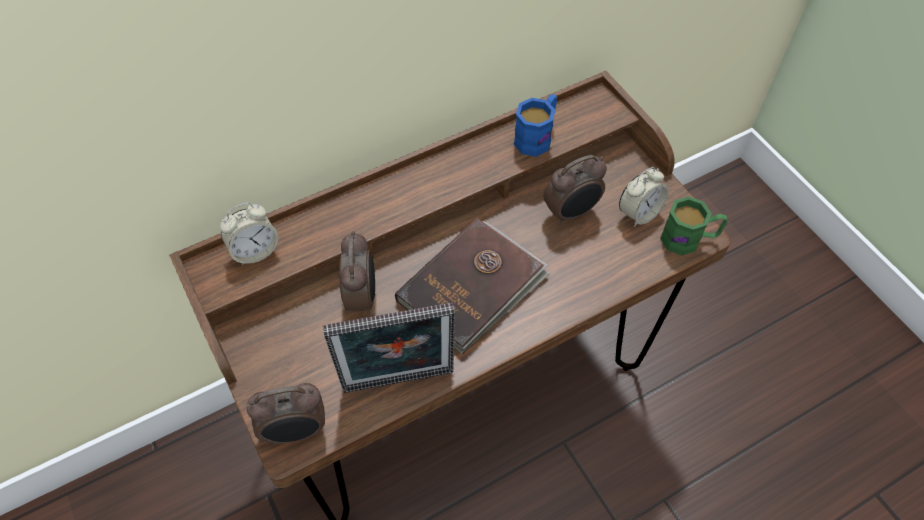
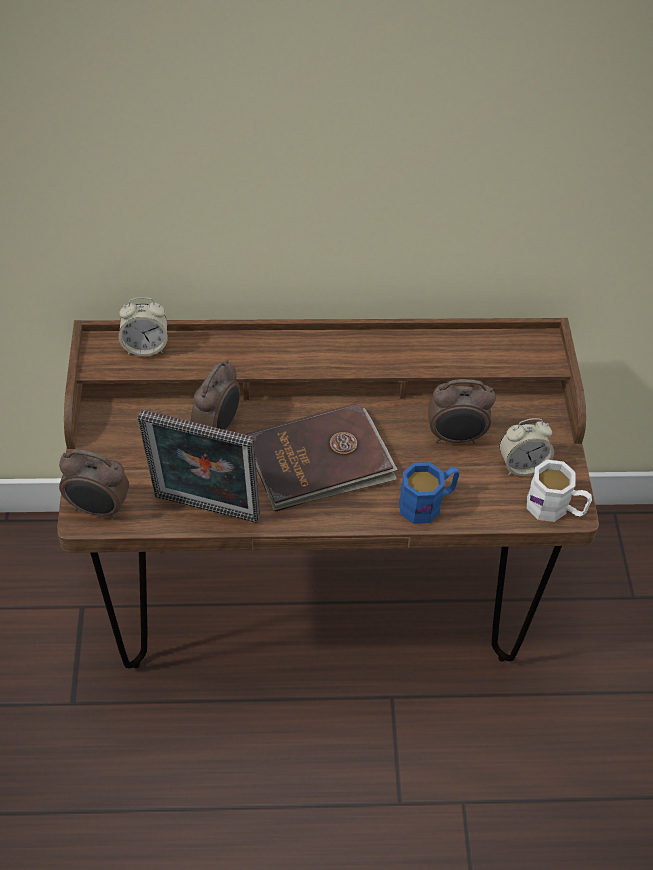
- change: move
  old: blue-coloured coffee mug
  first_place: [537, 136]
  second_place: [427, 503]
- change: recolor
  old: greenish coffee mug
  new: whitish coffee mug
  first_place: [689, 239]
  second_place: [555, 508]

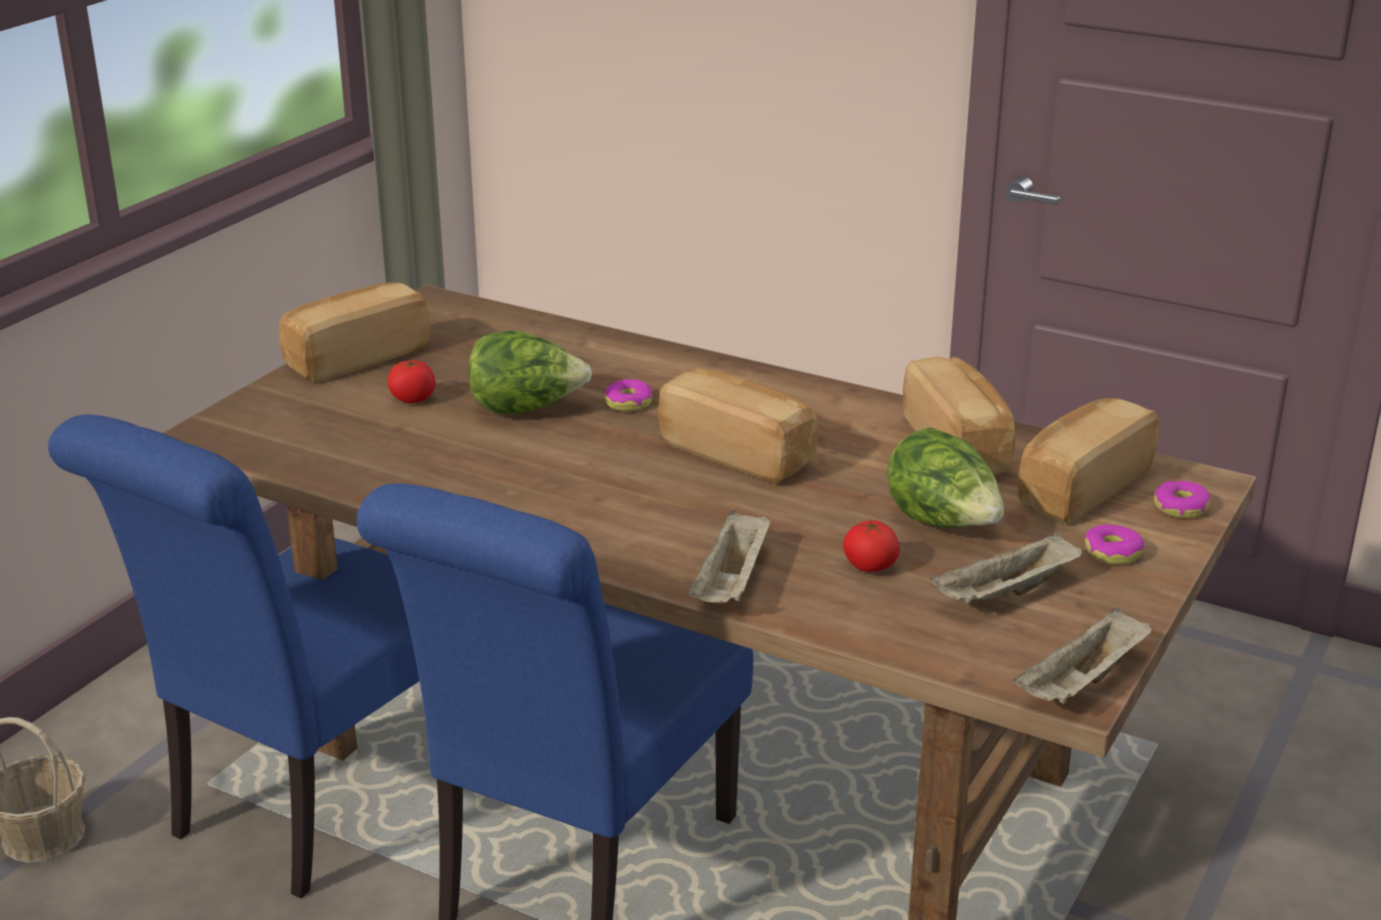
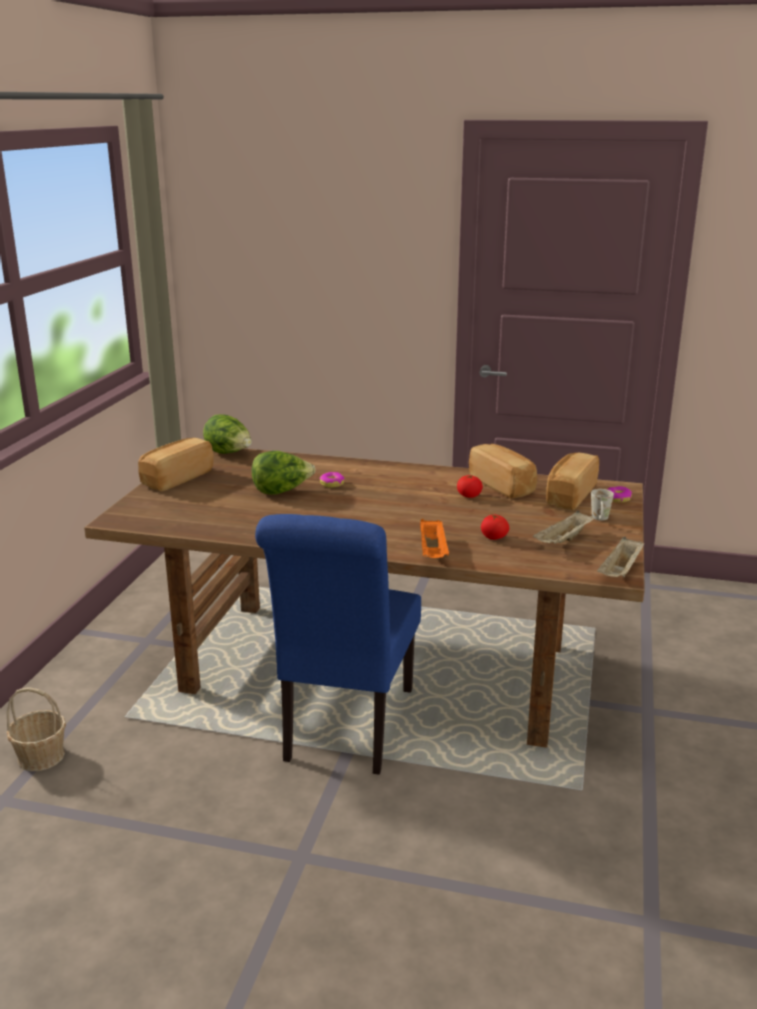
- change: delete
  old: blue-coloured chair
  first_place: [311, 804]
- change: delete
  old: baked bread
  first_place: [738, 453]
- change: move
  old: fresh tomato
  first_place: [412, 399]
  second_place: [469, 496]
- change: move
  old: lettuce
  first_place: [943, 524]
  second_place: [229, 453]
- change: replace
  old: doughnut
  new: whitish coffee mug
  first_place: [1113, 553]
  second_place: [600, 519]
- change: recolor
  old: beige-coloured serving tray
  new: orange-coloured serving tray
  first_place: [731, 583]
  second_place: [433, 552]

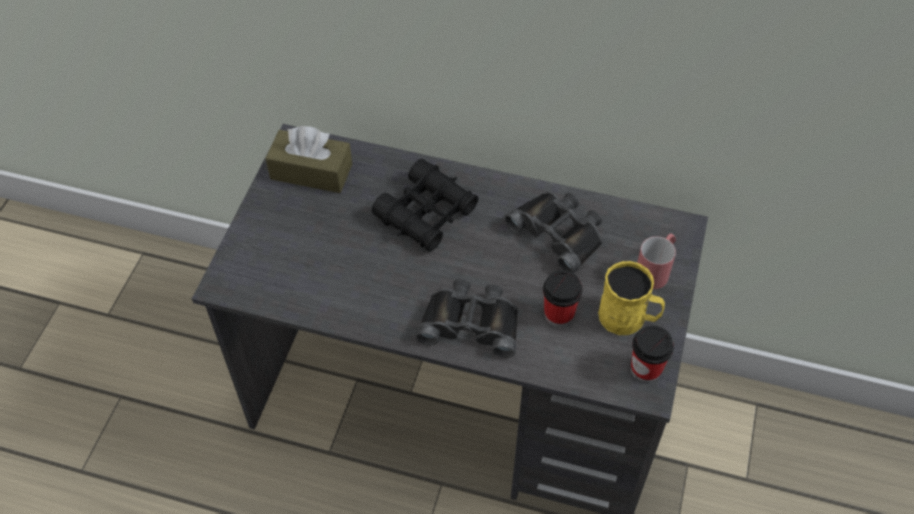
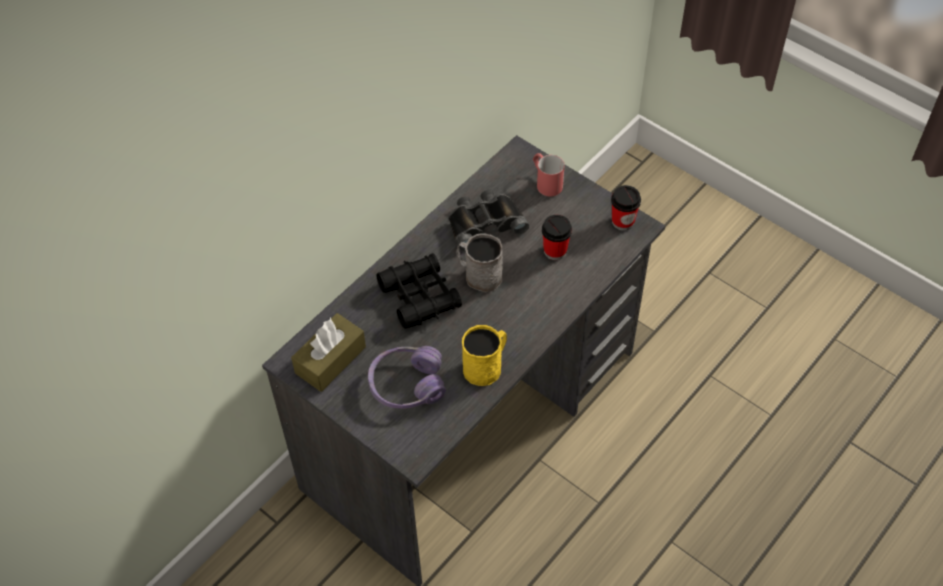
- change: delete
  old: black field glasses
  first_place: [471, 322]
- change: insert
  new: purple pair of headphones
  second_place: [407, 385]
- change: insert
  new: greyish coffee mug
  second_place: [479, 275]
- change: move
  old: yellow coffee mug
  first_place: [628, 318]
  second_place: [486, 366]

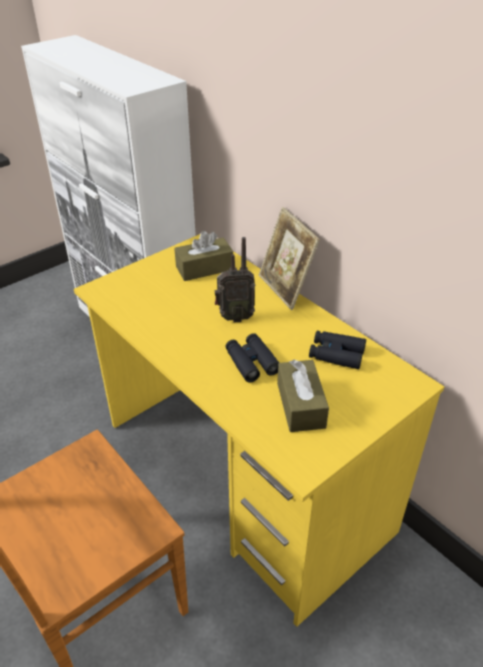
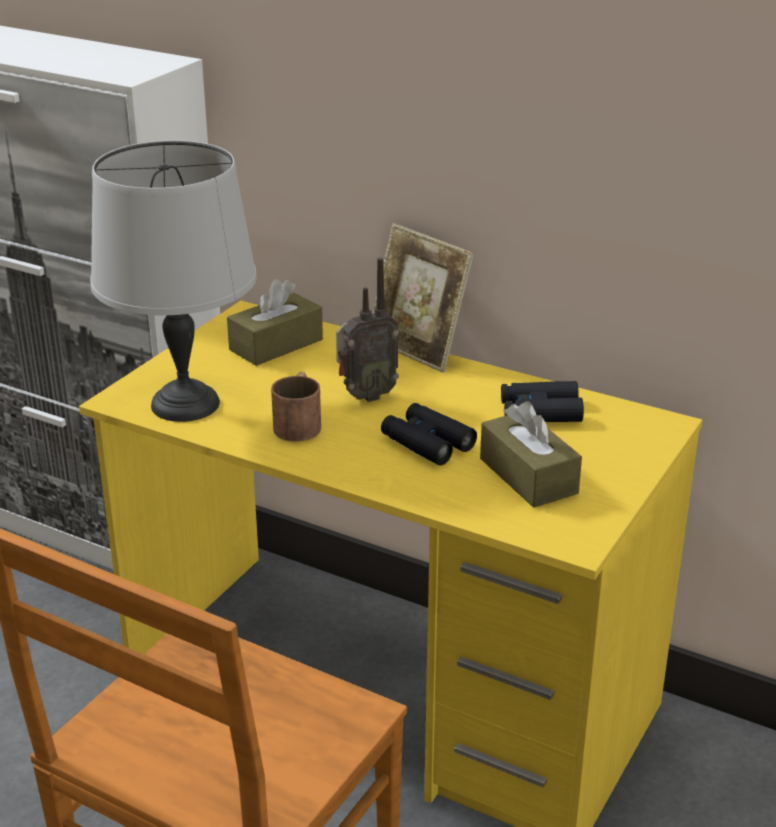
- change: insert
  new: greyish lamp for a table
  second_place: [185, 405]
- change: insert
  new: brown-coloured coffee mug
  second_place: [299, 422]

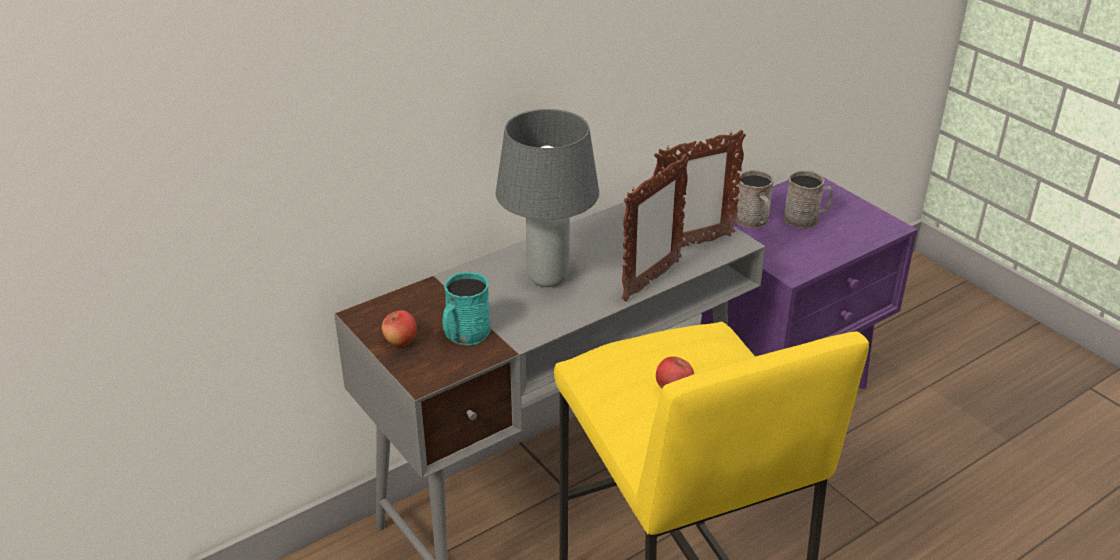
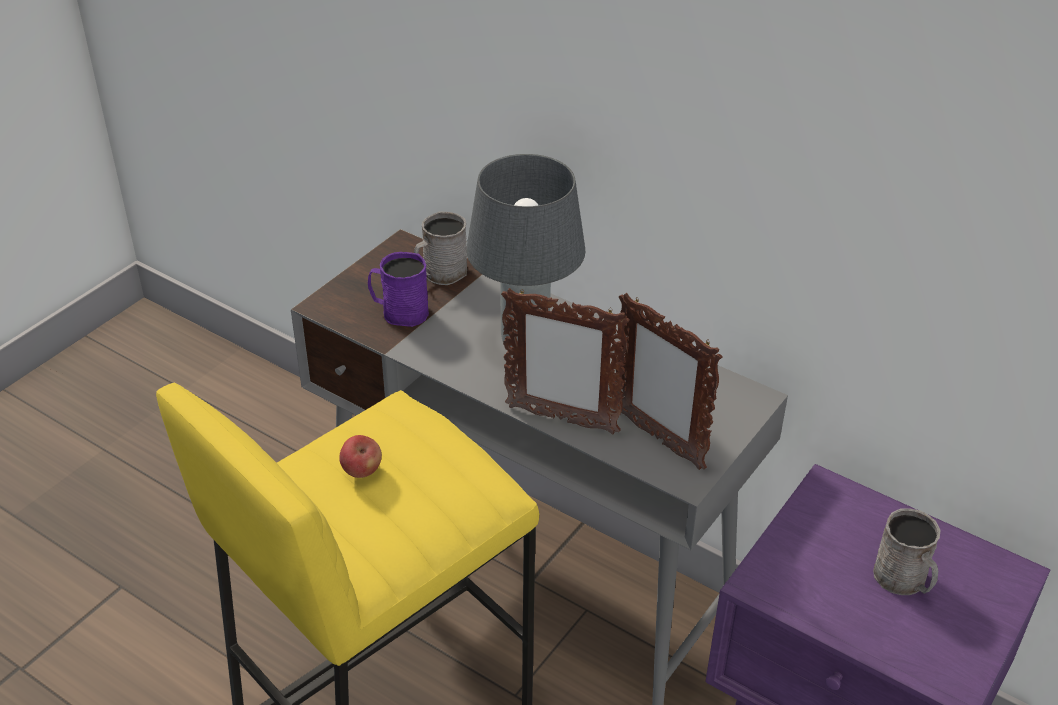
- change: delete
  old: whole apple
  first_place: [400, 341]
- change: move
  old: greyish coffee mug
  first_place: [754, 221]
  second_place: [440, 274]
- change: recolor
  old: turquoise coffee mug
  new: purple coffee mug
  first_place: [464, 335]
  second_place: [399, 312]

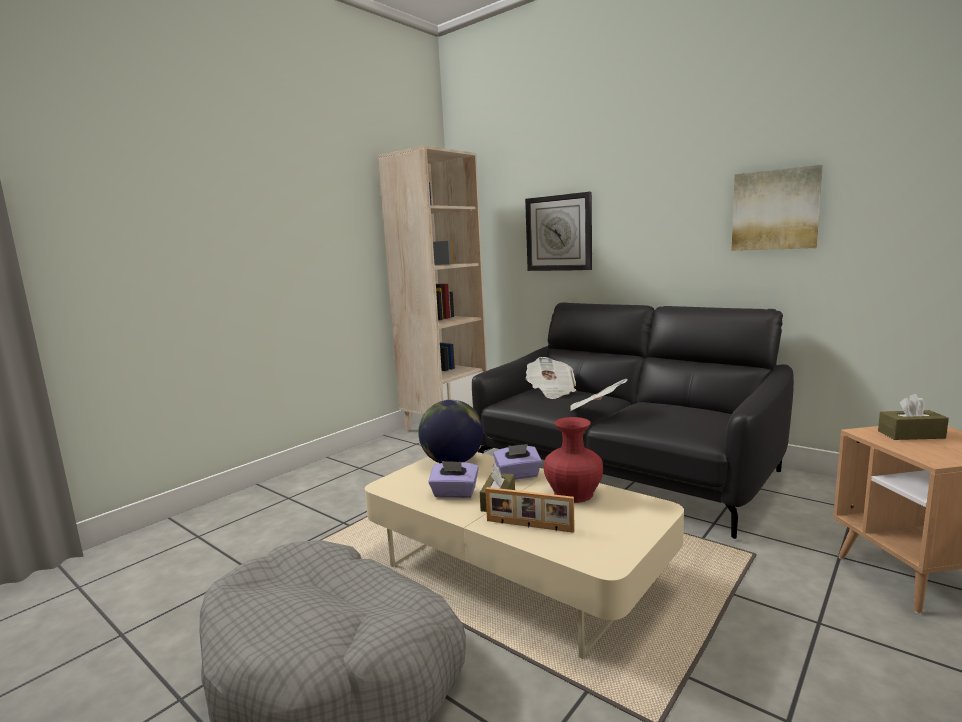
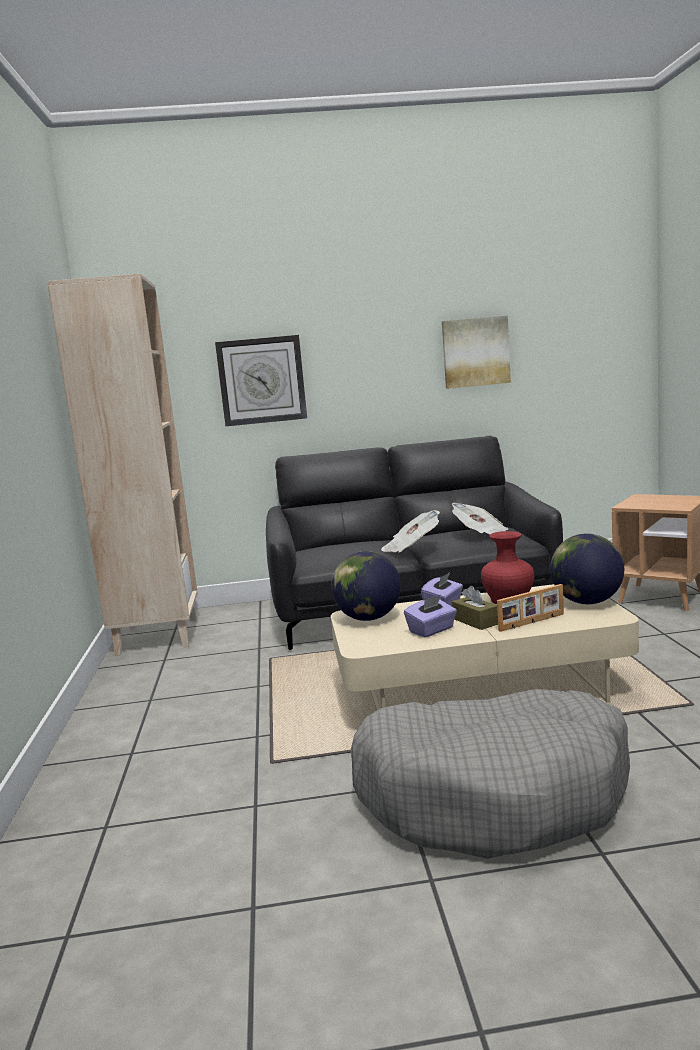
- change: delete
  old: brown-coloured box of tissues
  first_place: [911, 435]
- change: insert
  new: world globe
  second_place: [587, 602]
- change: move
  old: printed paper
  first_place: [551, 391]
  second_place: [481, 536]

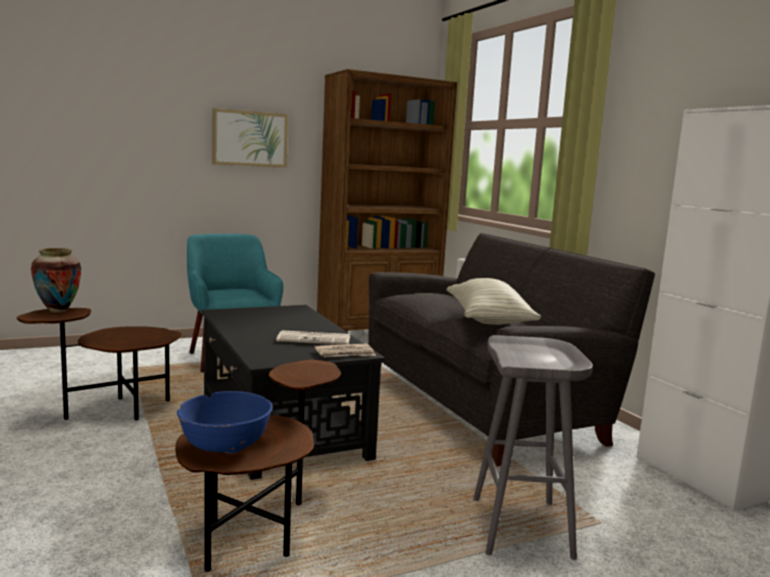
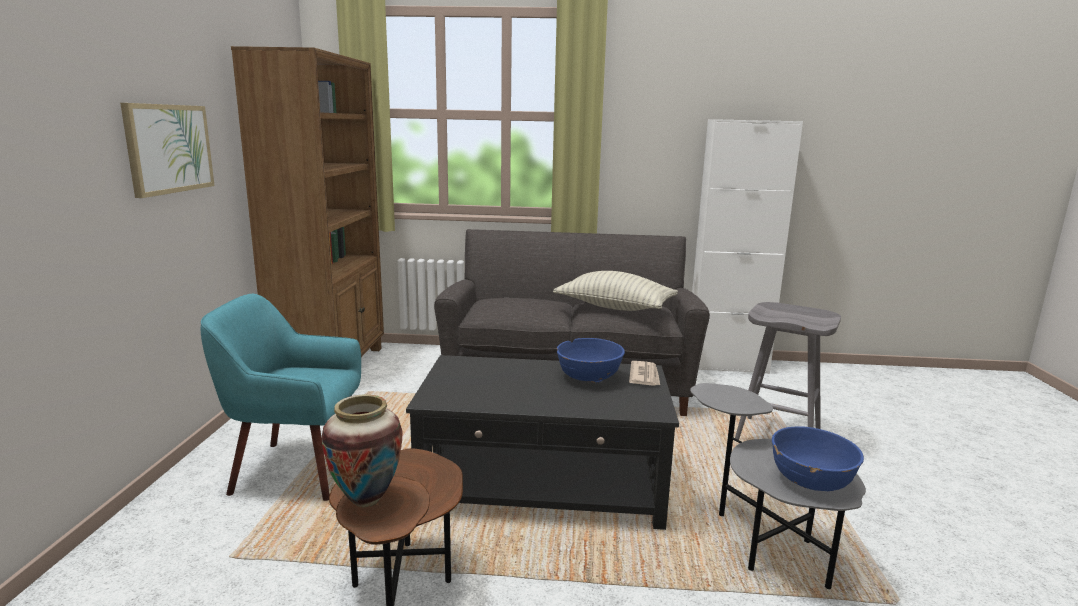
- change: replace
  old: printed paper
  new: blue-coloured bowl
  first_place: [315, 339]
  second_place: [588, 377]
- change: recolor
  old: brown-coloured side table
  new: greyish side table
  first_place: [261, 531]
  second_place: [763, 545]

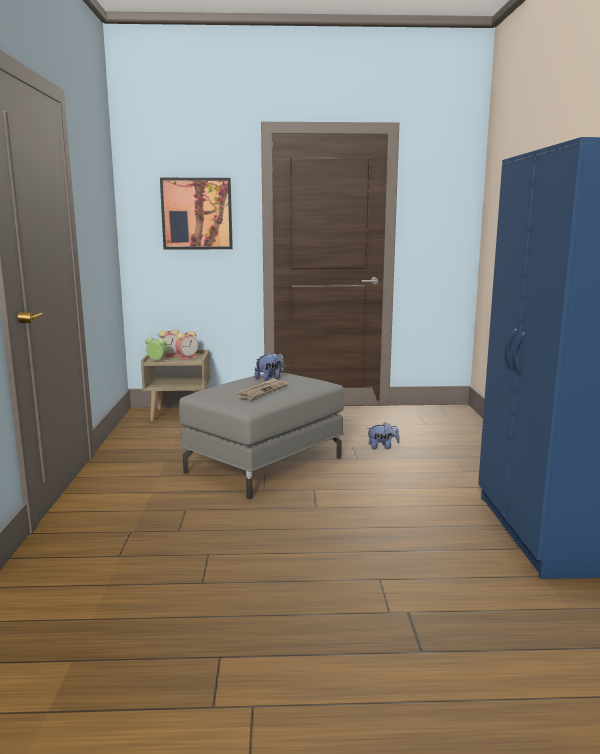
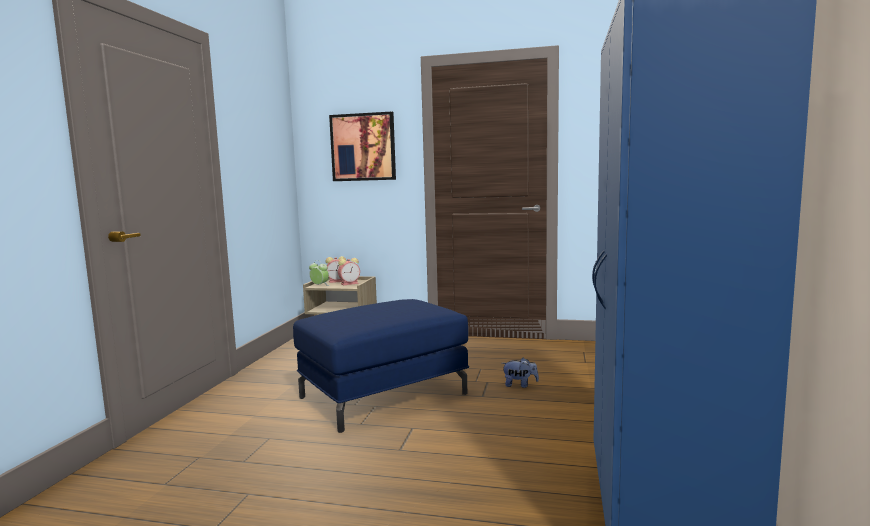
- change: delete
  old: printed paper
  first_place: [262, 390]
- change: delete
  old: plush toy
  first_place: [270, 378]
- change: recolor
  old: greyish ottoman
  new: blue-coloured ottoman
  first_place: [264, 464]
  second_place: [383, 395]

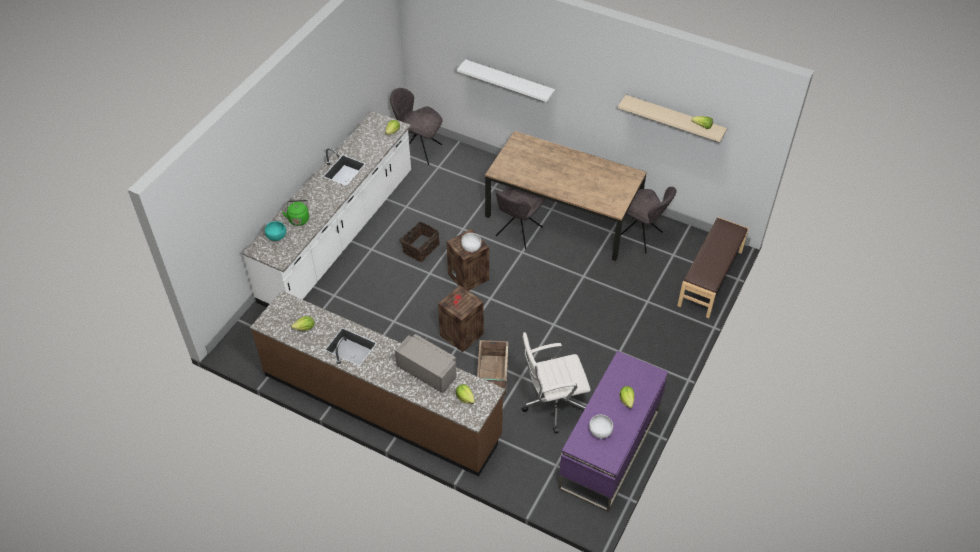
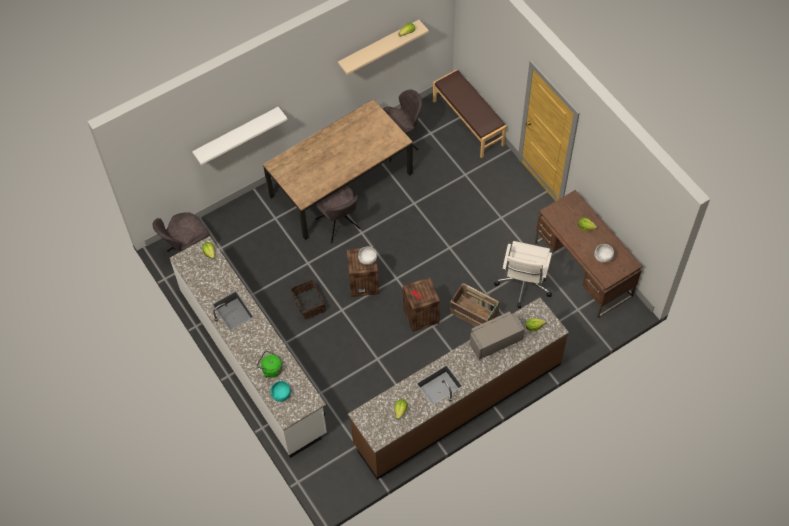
- change: recolor
  old: purple desk table
  new: brown-coloured desk table
  first_place: [609, 450]
  second_place: [583, 269]

